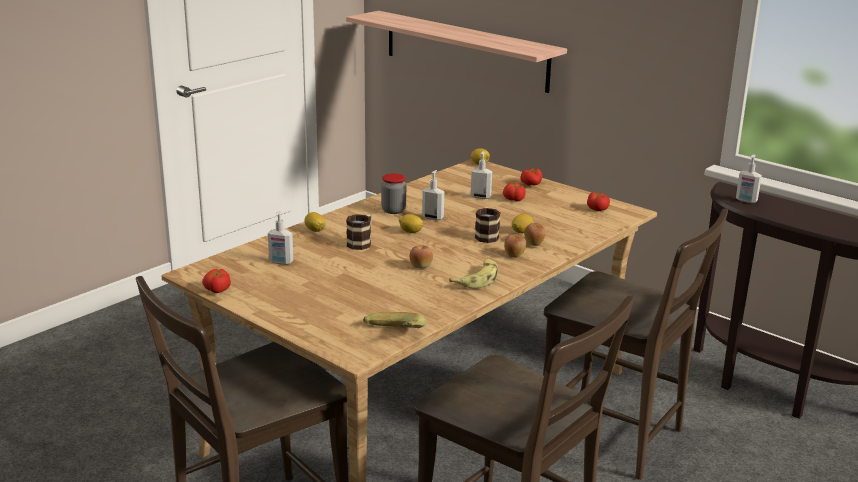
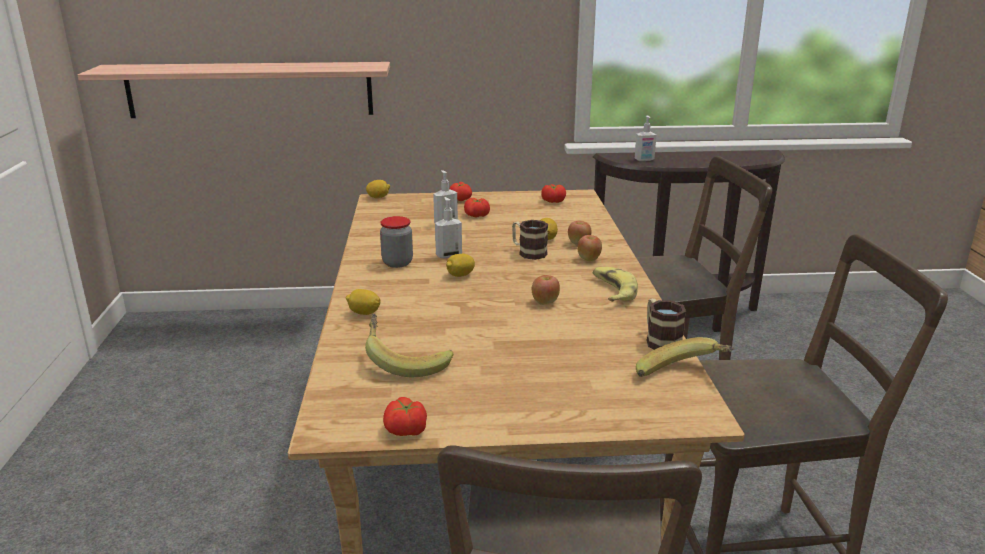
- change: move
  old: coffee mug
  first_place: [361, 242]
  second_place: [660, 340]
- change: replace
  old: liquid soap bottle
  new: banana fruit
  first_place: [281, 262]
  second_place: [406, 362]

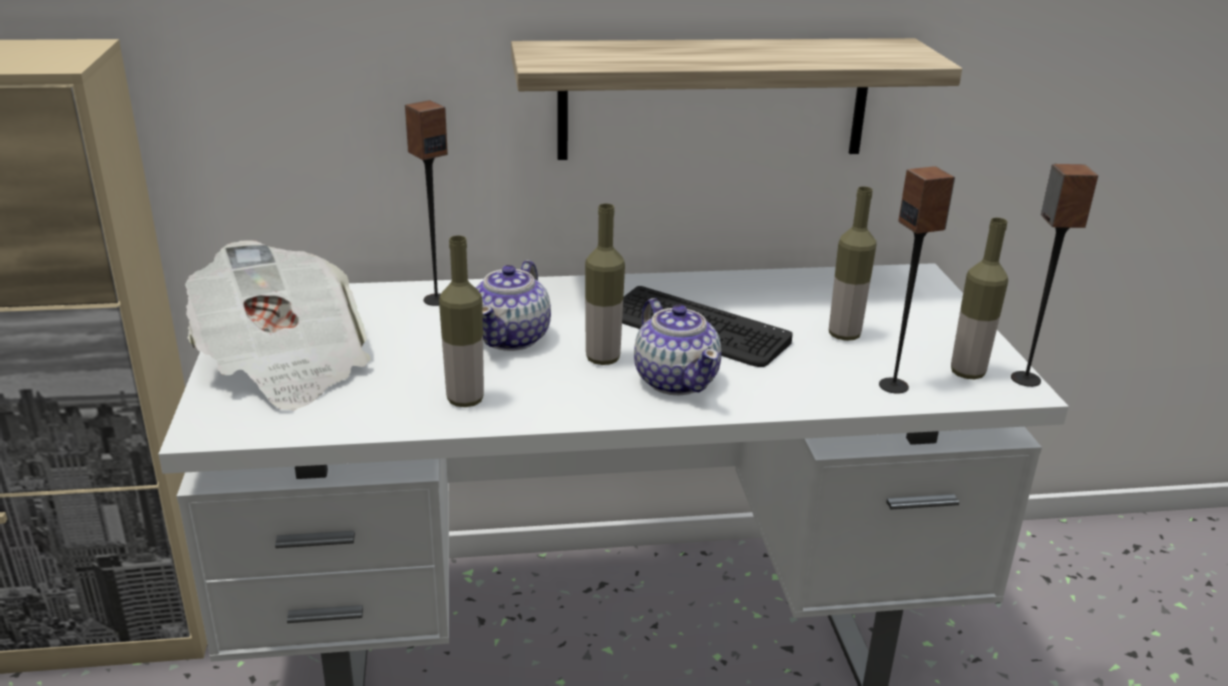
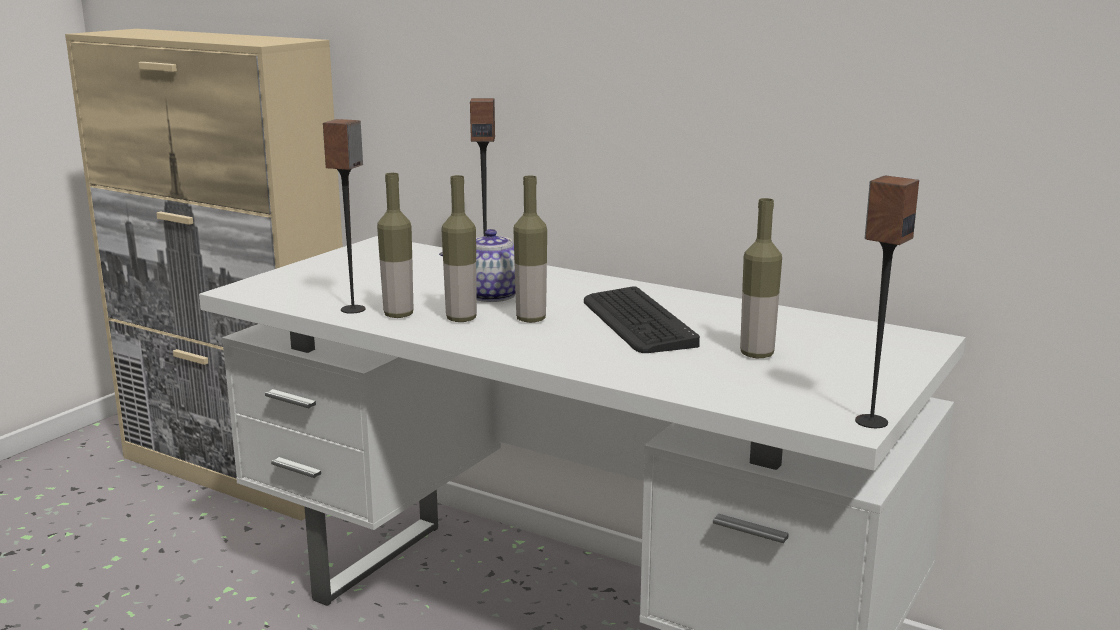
- change: delete
  old: printed paper
  first_place: [284, 365]
- change: delete
  old: wall shelf
  first_place: [714, 98]
- change: delete
  old: pot for tea
  first_place: [676, 380]
- change: move
  old: speaker
  first_place: [894, 386]
  second_place: [353, 309]
- change: move
  old: bottle
  first_place: [967, 373]
  second_place: [461, 319]

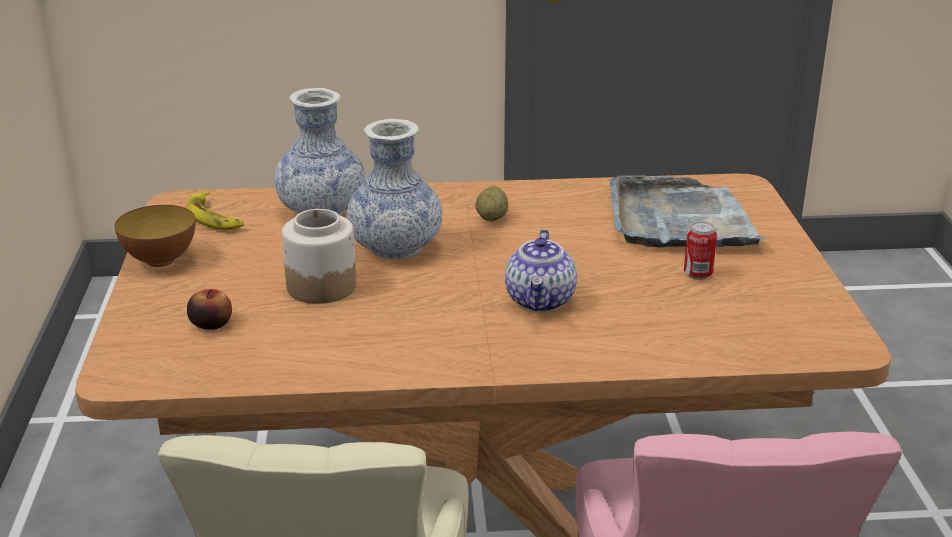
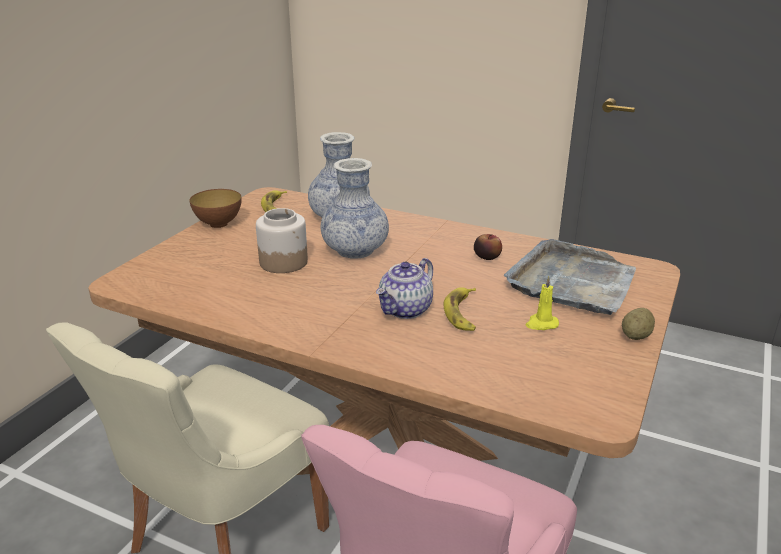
- change: insert
  new: banana fruit
  second_place: [462, 313]
- change: move
  old: whole apple
  first_place: [211, 324]
  second_place: [487, 256]
- change: move
  old: whole potato
  first_place: [492, 218]
  second_place: [636, 336]
- change: replace
  old: sealed can
  new: yellow wax light
  first_place: [698, 274]
  second_place: [541, 324]

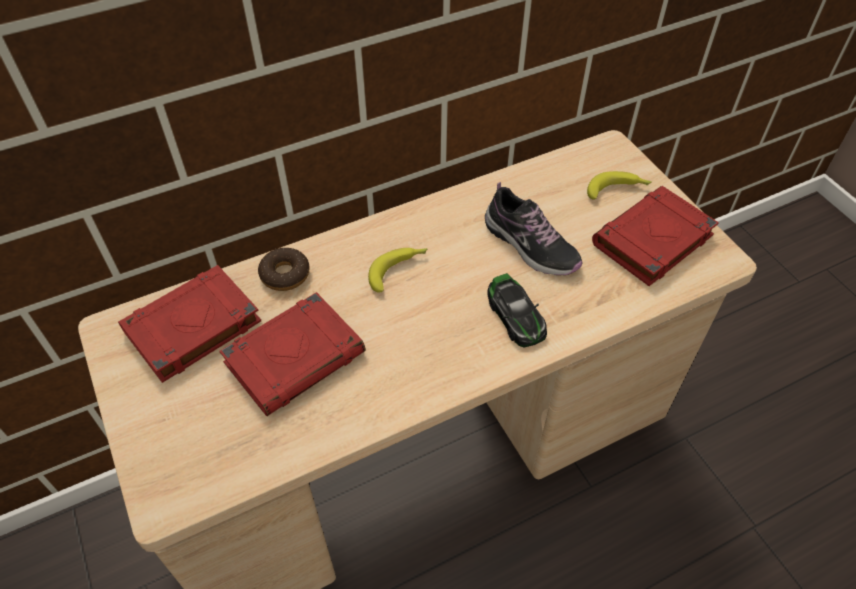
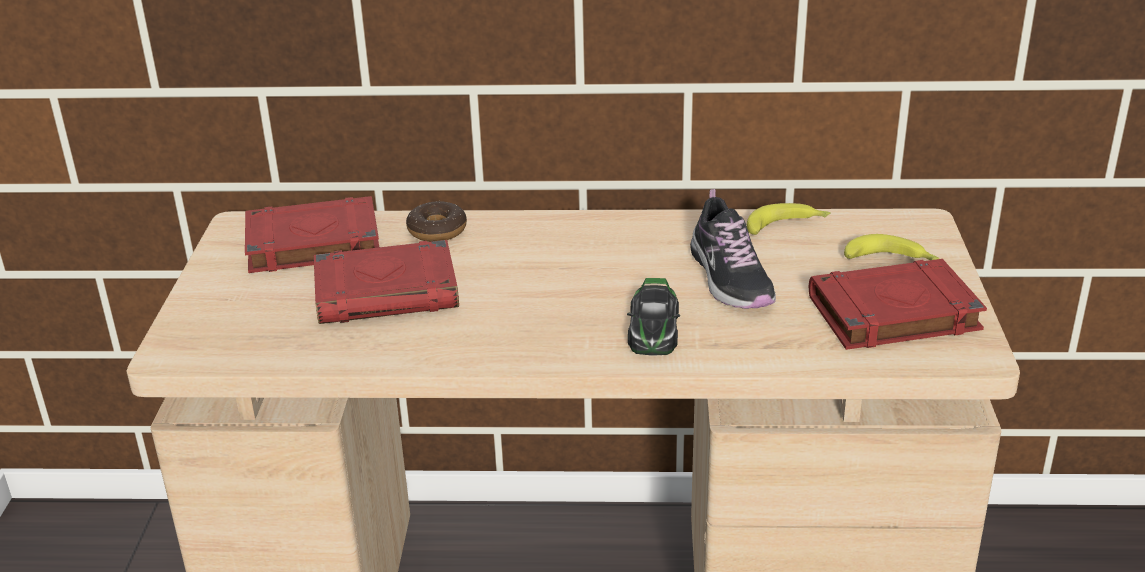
- change: move
  old: banana fruit
  first_place: [398, 270]
  second_place: [787, 226]

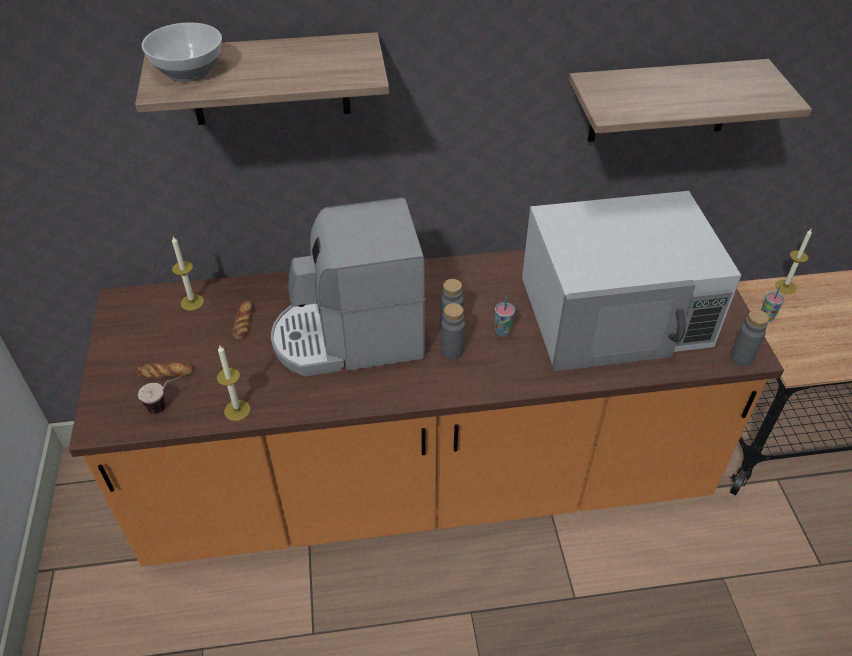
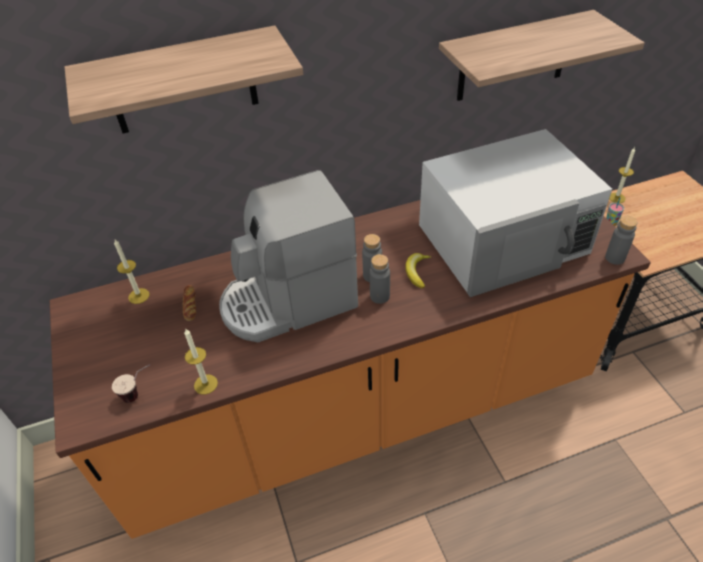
- change: delete
  old: baked bread
  first_place: [165, 373]
- change: delete
  old: bowl
  first_place: [187, 71]
- change: replace
  old: small cup
  new: banana fruit
  first_place: [502, 331]
  second_place: [417, 272]

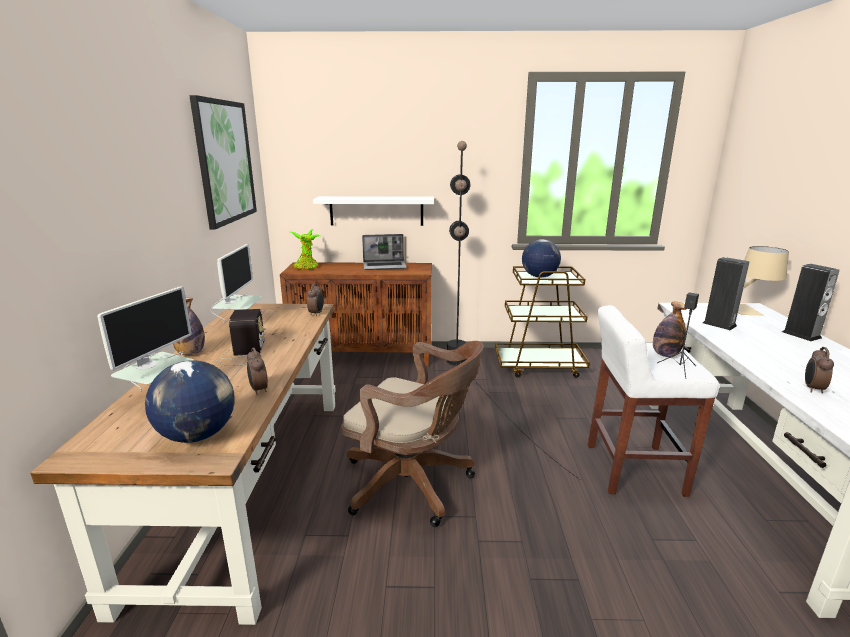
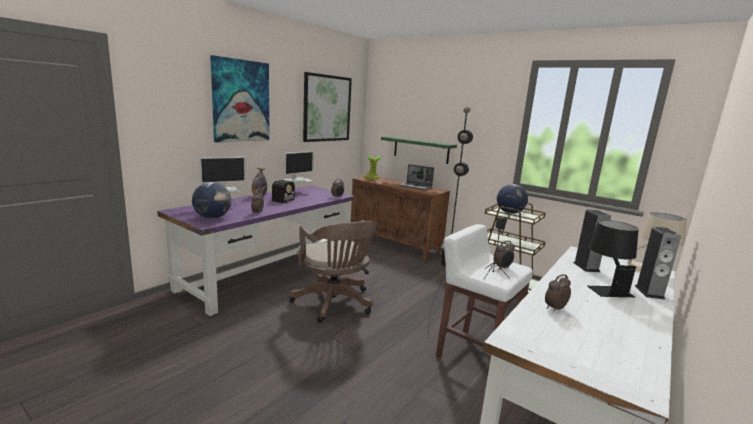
- change: insert
  new: picture
  second_place: [241, 101]
- change: insert
  new: black lamp for a table
  second_place: [604, 287]
- change: replace
  old: bottle
  new: table clock
  first_place: [665, 354]
  second_place: [502, 268]
- change: recolor
  old: brown-coloured desk table
  new: purple desk table
  first_place: [250, 482]
  second_place: [269, 273]
- change: recolor
  old: whitish wall shelf
  new: greenish wall shelf
  first_place: [376, 211]
  second_place: [421, 150]

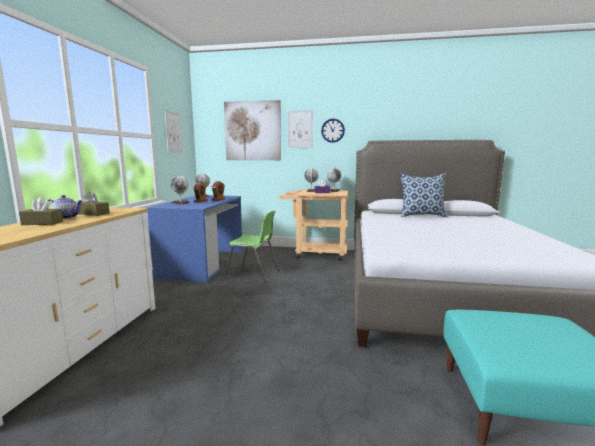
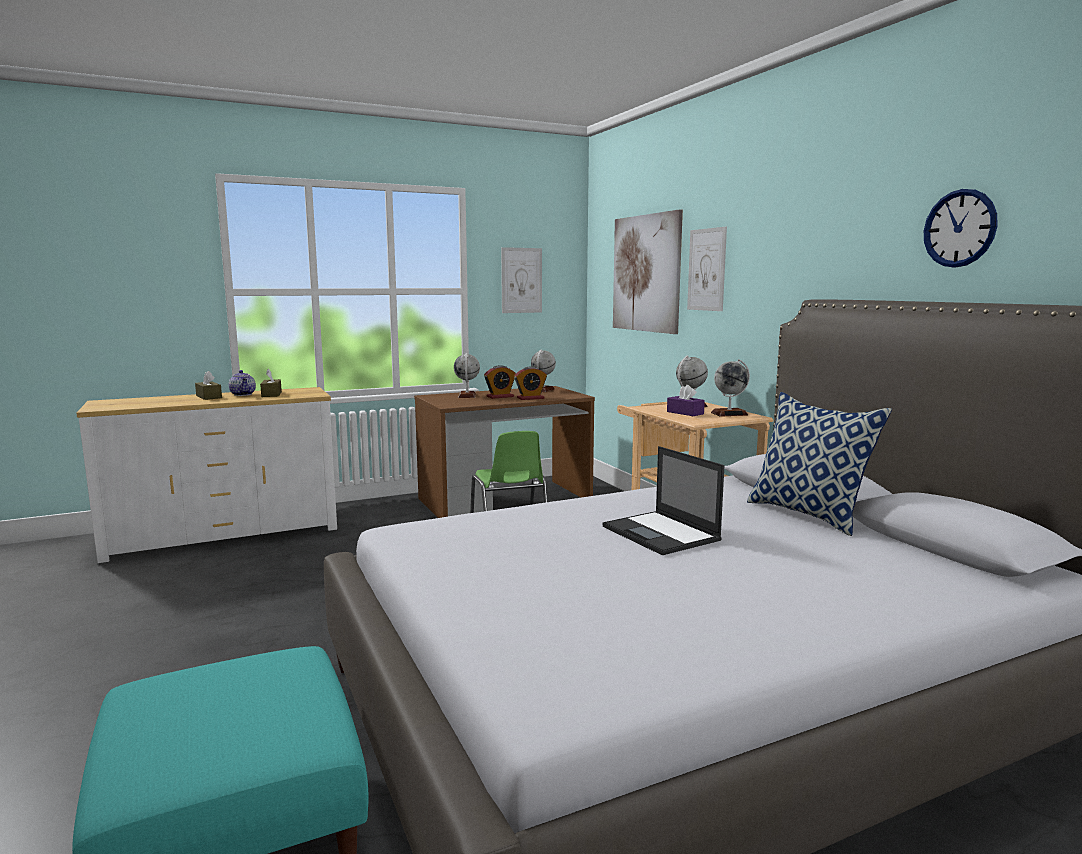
- change: insert
  new: notebook computer
  second_place: [661, 533]
- change: move
  old: wall clock
  first_place: [332, 130]
  second_place: [959, 228]
- change: recolor
  old: blue-coloured desk table
  new: brown-coloured desk table
  first_place: [203, 263]
  second_place: [505, 500]

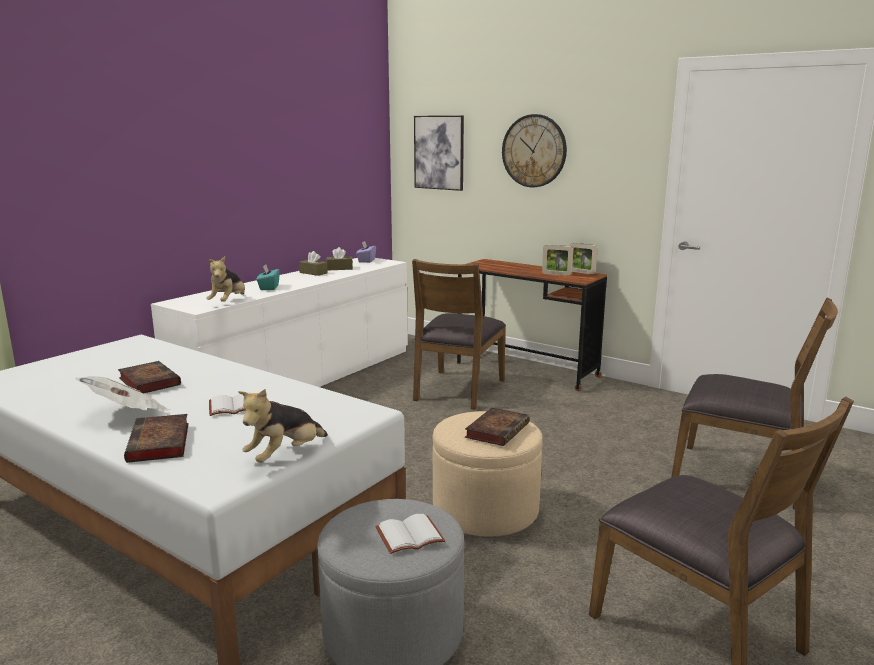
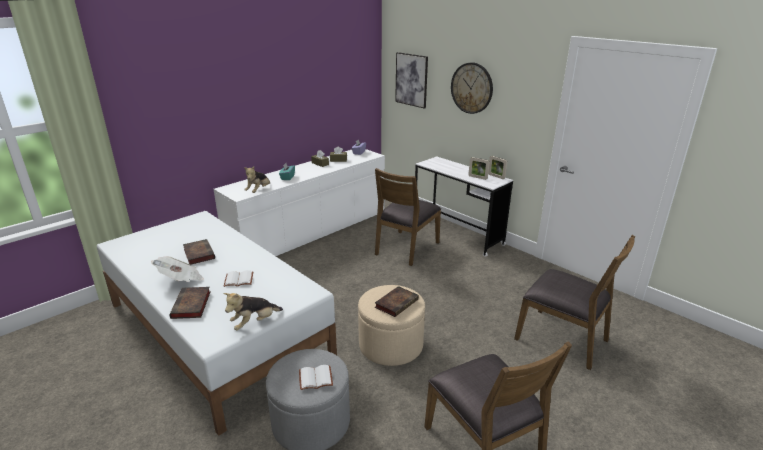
- change: recolor
  old: brown-coloured desk table
  new: whitish desk table
  first_place: [526, 370]
  second_place: [457, 235]

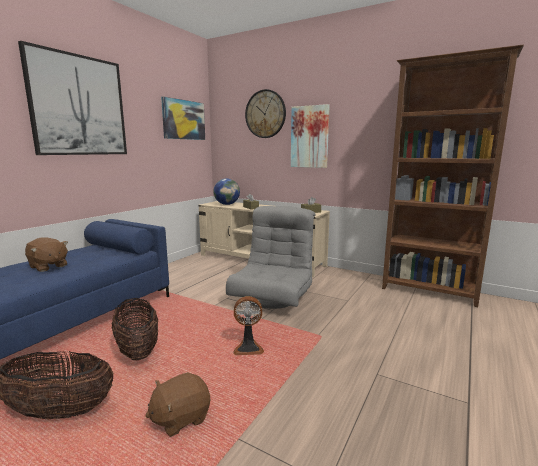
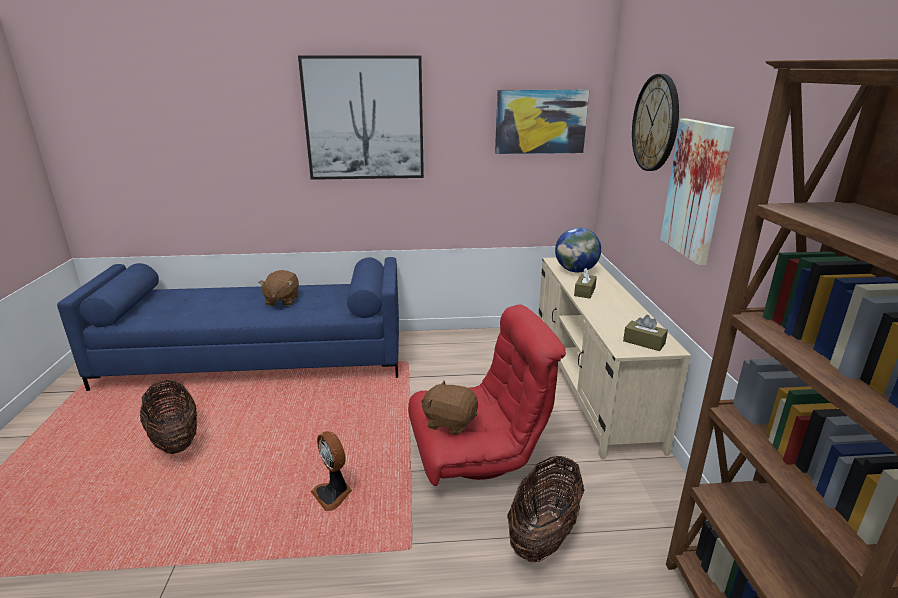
- change: move
  old: basket
  first_place: [138, 350]
  second_place: [543, 534]
- change: move
  old: brown-coloured plush toy
  first_place: [180, 418]
  second_place: [450, 422]
- change: recolor
  old: greyish armchair
  new: reddish armchair
  first_place: [274, 298]
  second_place: [478, 454]

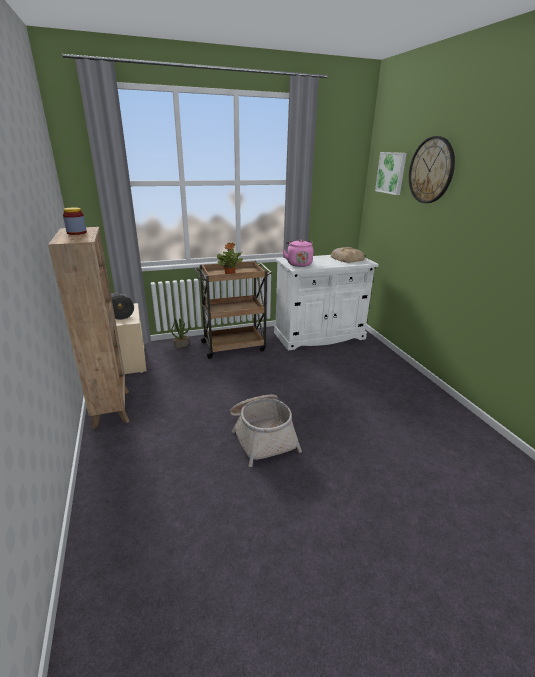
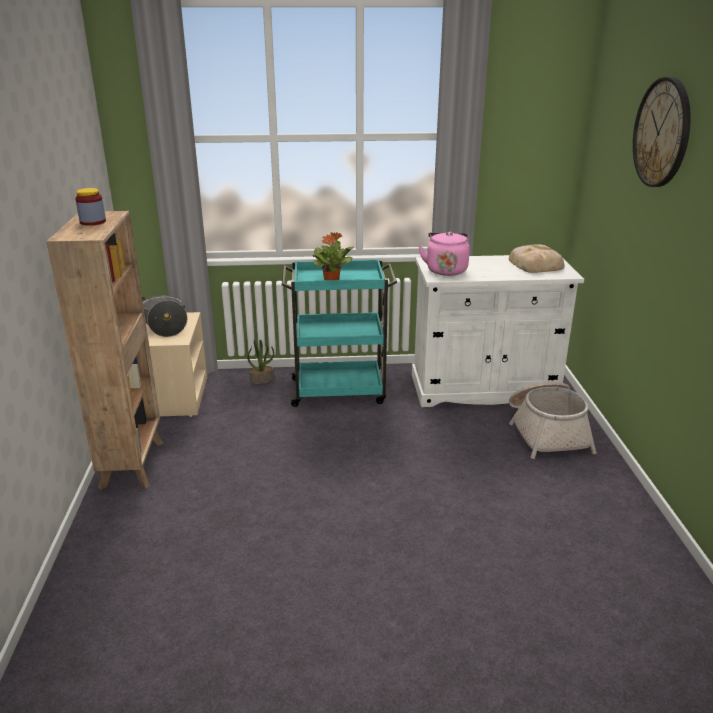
- change: delete
  old: picture
  first_place: [391, 173]
- change: move
  old: basket
  first_place: [262, 435]
  second_place: [546, 432]
- change: recolor
  old: brown-coloured wheeled cart
  new: turquoise wheeled cart
  first_place: [234, 346]
  second_place: [340, 391]

